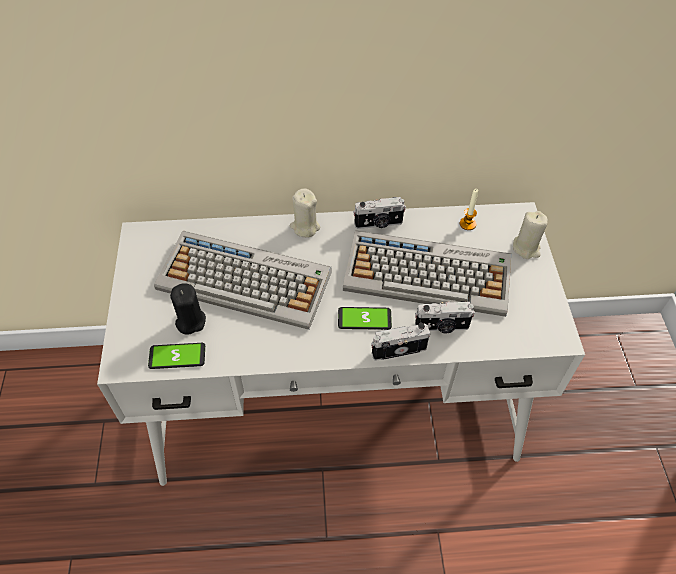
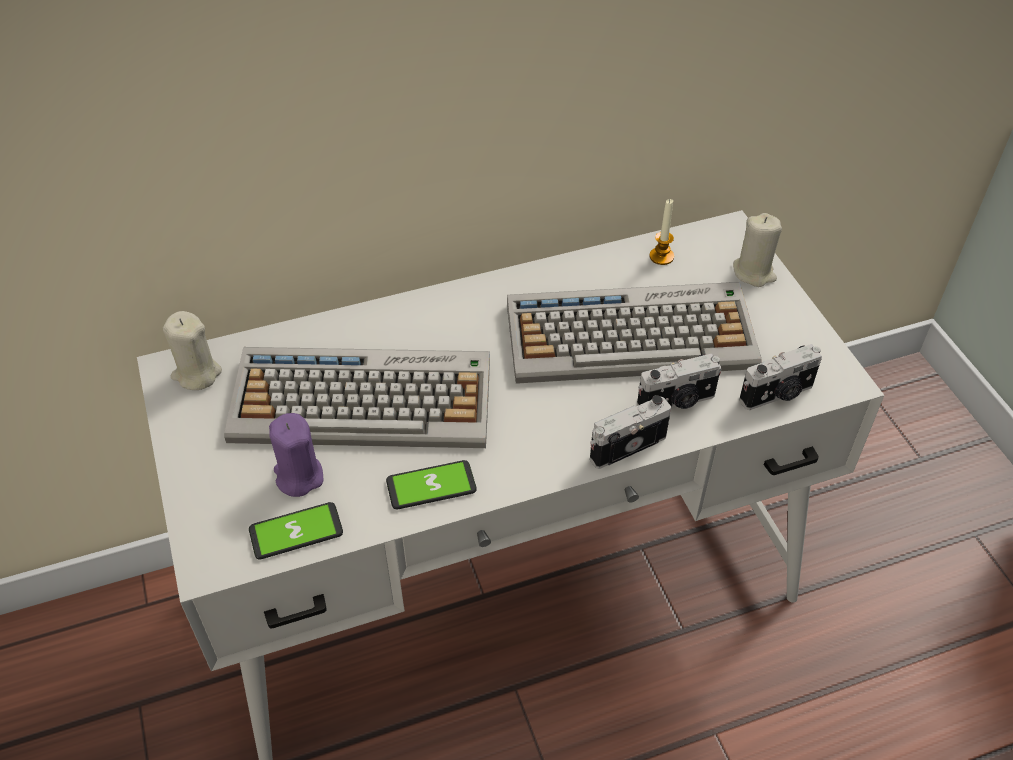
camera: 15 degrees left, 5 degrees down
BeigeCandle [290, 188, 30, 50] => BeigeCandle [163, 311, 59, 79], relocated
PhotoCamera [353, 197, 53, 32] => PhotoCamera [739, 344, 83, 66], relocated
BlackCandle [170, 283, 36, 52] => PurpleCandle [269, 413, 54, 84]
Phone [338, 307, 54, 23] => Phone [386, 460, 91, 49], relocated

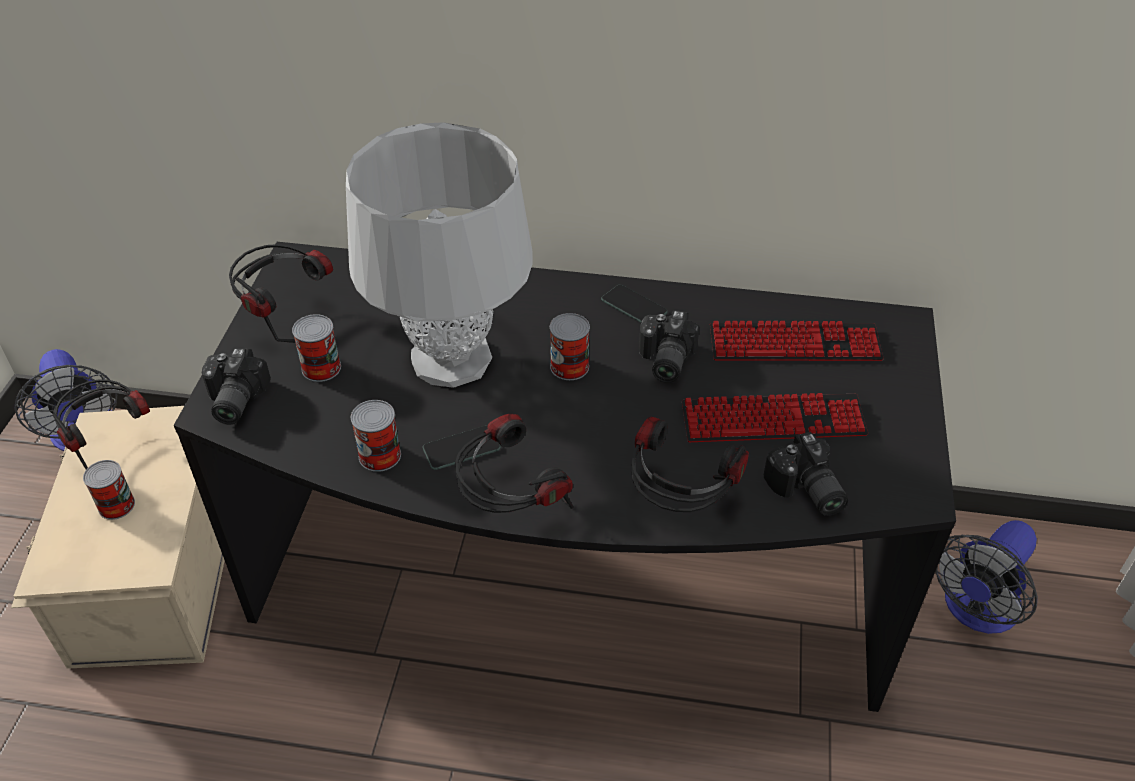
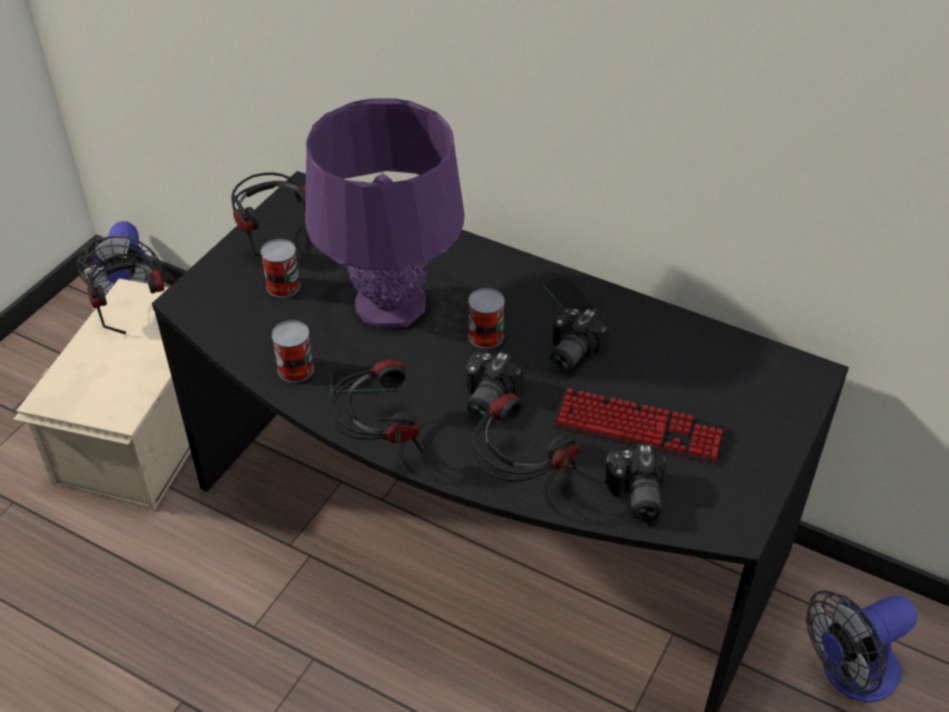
camera: 20 degrees right, 0 degrees up
GreyTableLamp [346, 122, 187, 266] => PurpleTableLamp [305, 98, 160, 231]
Keyboard [710, 321, 174, 40] => nothing
PhotoCamera [202, 348, 69, 76] => PhotoCamera [466, 352, 58, 68], relocated
Can [83, 460, 52, 60] => nothing

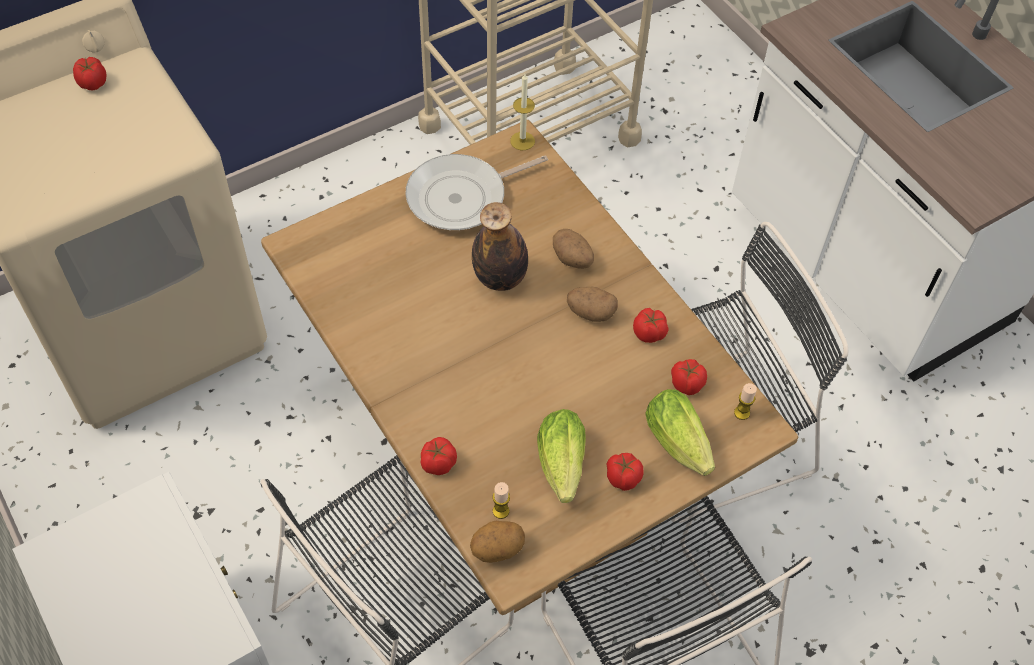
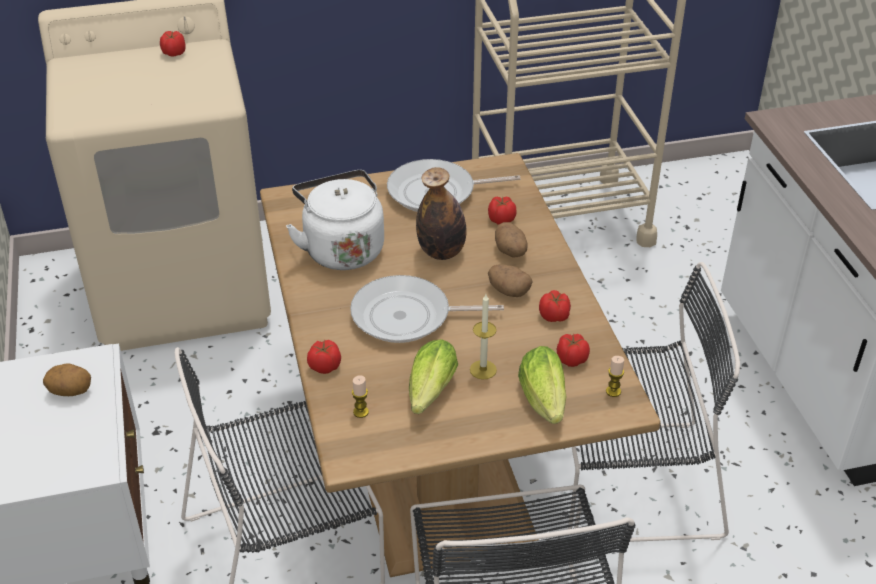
camera: 20 degrees right, 15 degrees down
Candle [510, 74, 25, 76] => Candle [470, 294, 27, 86], relocated
Tomato [607, 453, 37, 38] => Tomato [488, 197, 29, 28], relocated
Potato [470, 521, 55, 42] => Potato [43, 364, 48, 32], relocated
nothing => WhiteKettle [286, 170, 98, 100]
nothing => FryingPan [350, 275, 154, 68]

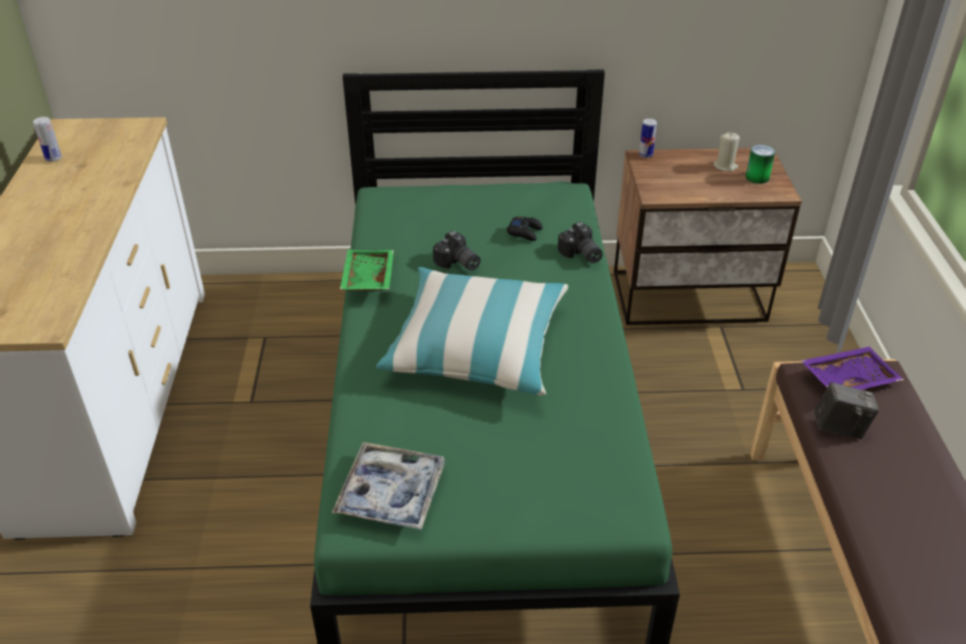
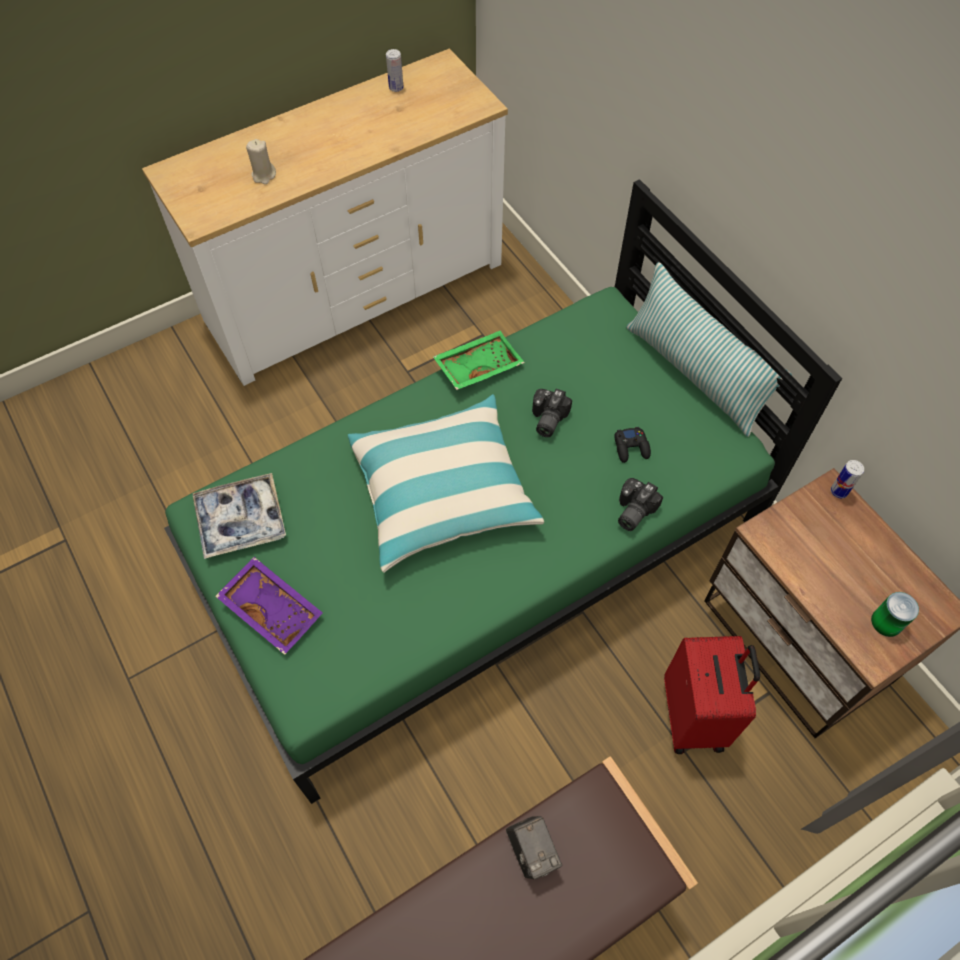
camera: 60 degrees right, 20 degrees up
BeigeCandle [713, 132, 27, 40] => BeigeCandle [246, 139, 30, 45], relocated
PurpleTray [801, 346, 103, 44] => PurpleTray [215, 557, 108, 98], relocated
nothing => Pillow [626, 262, 166, 175]
nothing => RedSuitcase [664, 636, 96, 118]

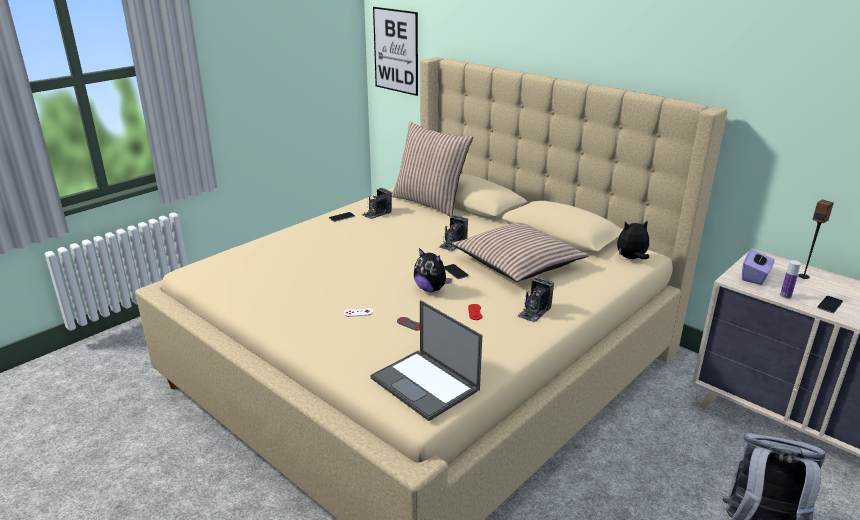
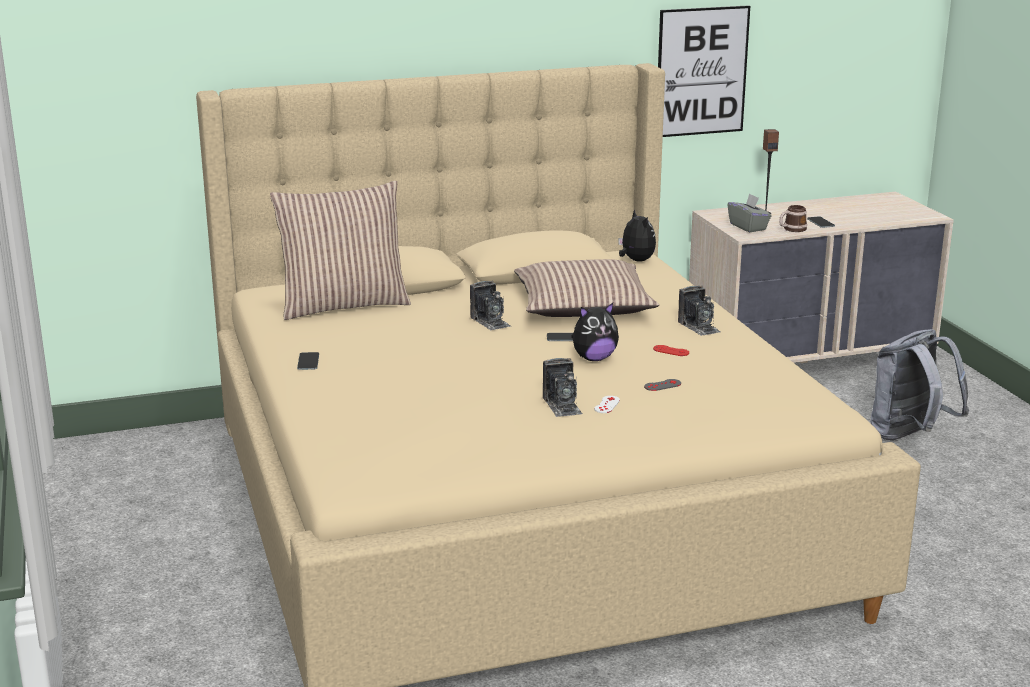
camera: 60 degrees left, 5 degrees down
Picture [373, 7, 45, 89] => Picture [658, 5, 92, 132], relocated
PhotoCamera [362, 188, 30, 31] => PhotoCamera [543, 358, 39, 59], relocated
PlushToy [617, 220, 32, 39] => PlushToy [618, 209, 38, 53], 135 degrees clockwise
PurpleTissueBox [742, 249, 32, 36] => GreyTissueBox [727, 193, 44, 39]
Bottle [780, 260, 21, 39] => Mug [779, 205, 28, 27]
Laptop [371, 300, 111, 121] => nothing

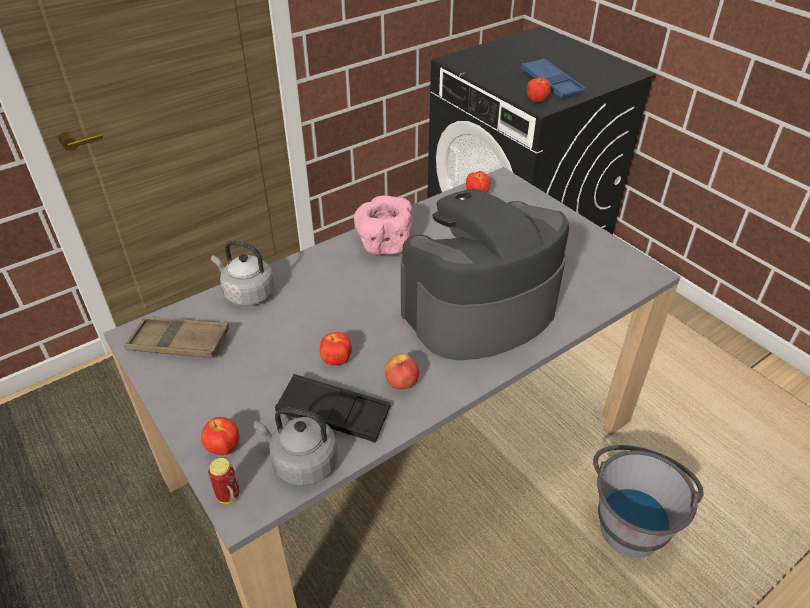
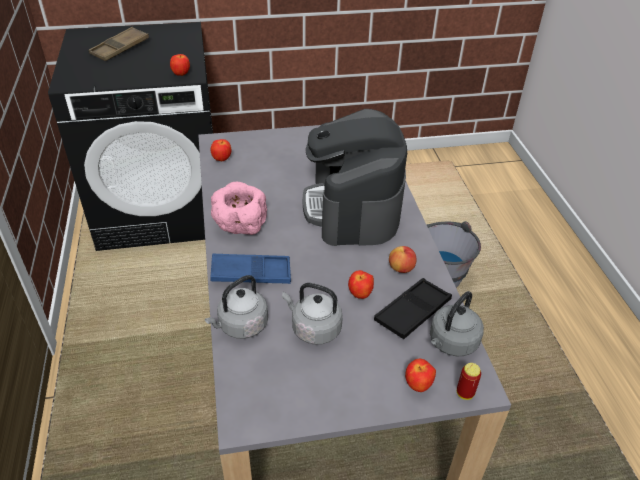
camera: 65 degrees left, 0 degrees up
BlueTray [521, 58, 65, 41] => BlueTray [210, 253, 81, 31], relocated
BrownTray [124, 317, 105, 41] => BrownTray [89, 27, 60, 34], relocated
nothing => GreyKettle [282, 283, 61, 62]

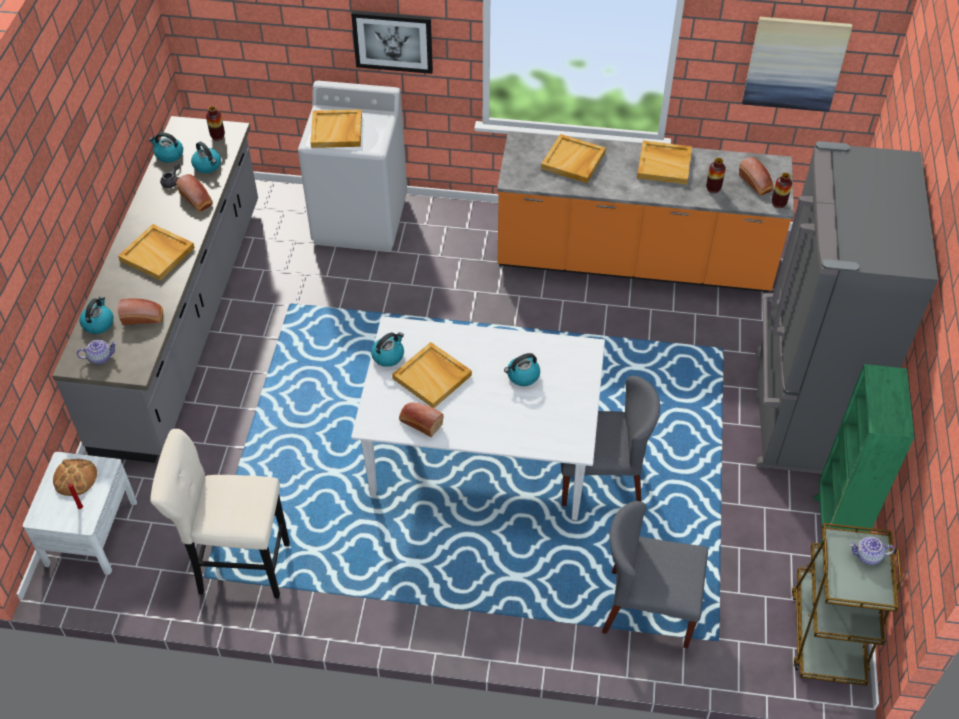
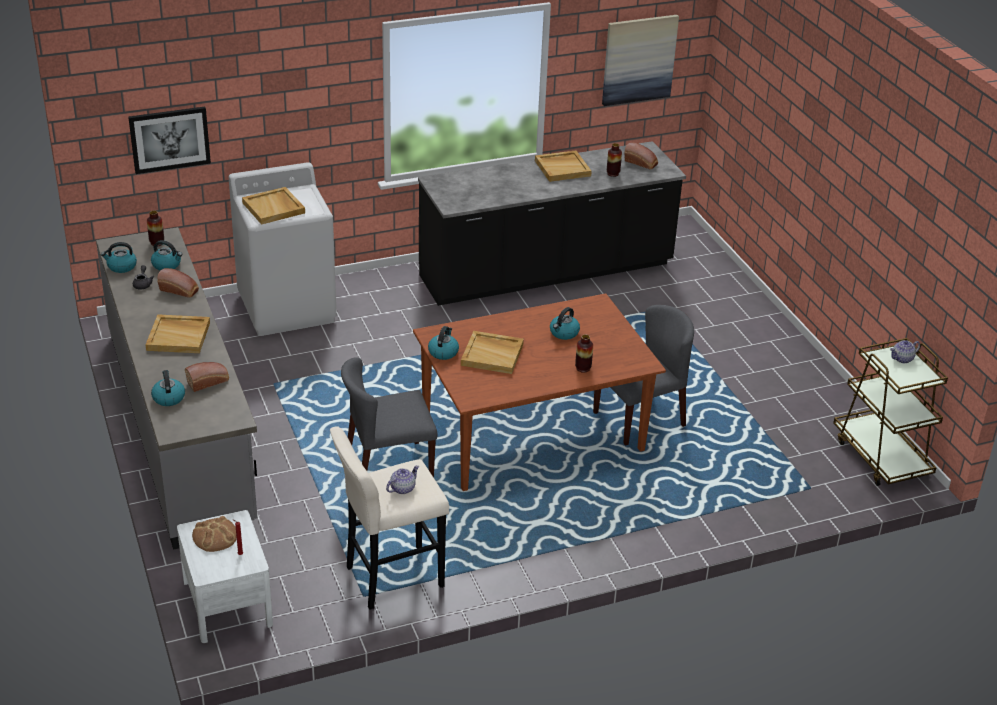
camera: 30 degrees left, 15 degrees down
Picture [351, 11, 82, 63] => Picture [128, 106, 83, 68], relocated
OrangeCounter [497, 131, 297, 161] => BlackCounter [418, 141, 268, 165]
BeigeTray [541, 134, 65, 49] => nothing
GreyFridge [755, 141, 183, 333] => nothing
Vase [772, 173, 20, 35] => Vase [575, 334, 18, 39], relocated
WhiteDiningTable [351, 316, 254, 204] => BrownDiningTable [413, 294, 253, 197]
Teapot [77, 340, 40, 24] => Teapot [386, 465, 33, 29], relocated
GreenBookcase [813, 364, 101, 183] => nothing
Bread [399, 402, 45, 35] => nothing
GreyChair [602, 501, 106, 147] => GreyChair [341, 357, 96, 121], relocated

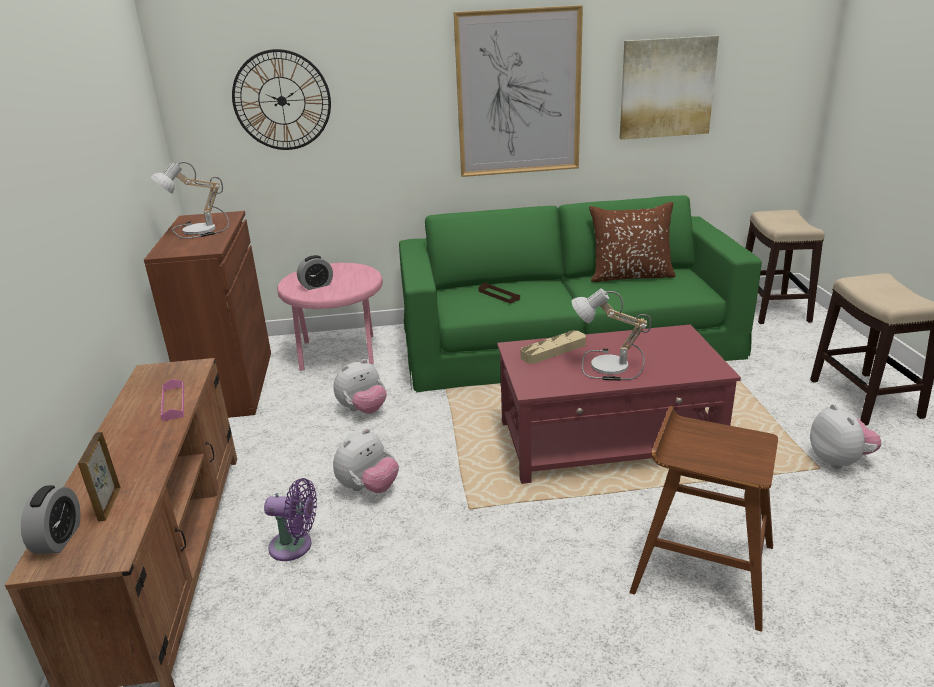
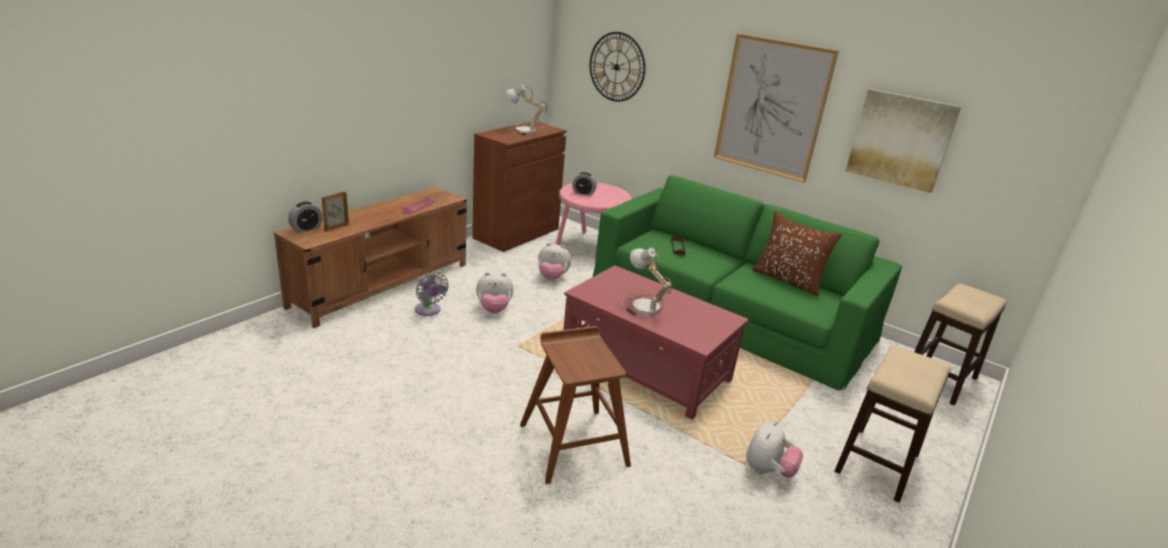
camera: 40 degrees right, 0 degrees up
BeigeTray [521, 330, 65, 34] => nothing
PurpleFan [264, 478, 53, 83] => GreyFan [415, 272, 34, 44]

